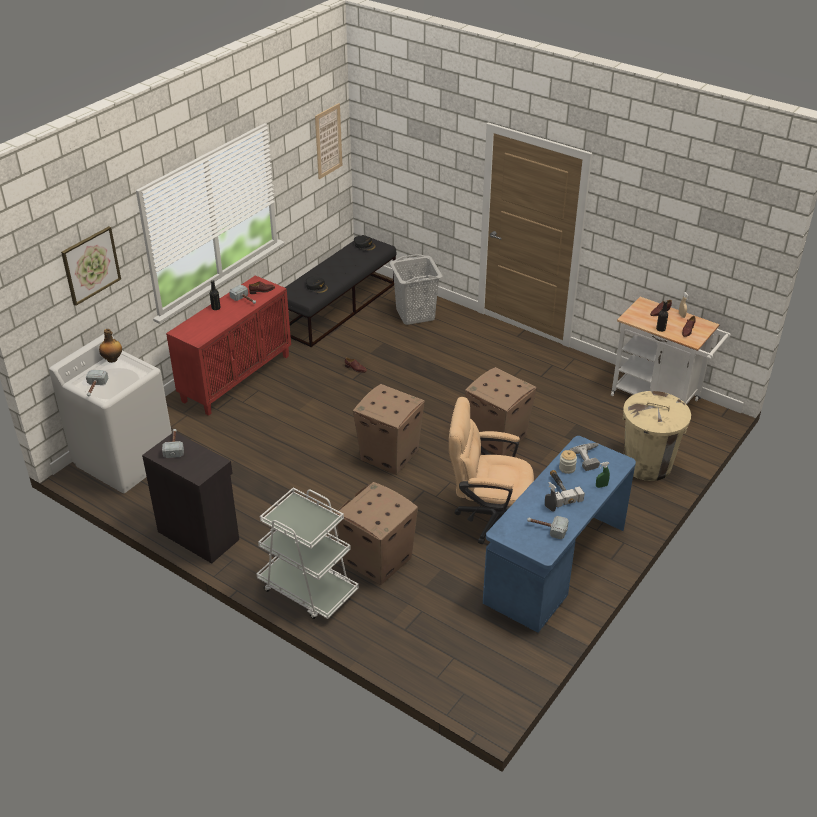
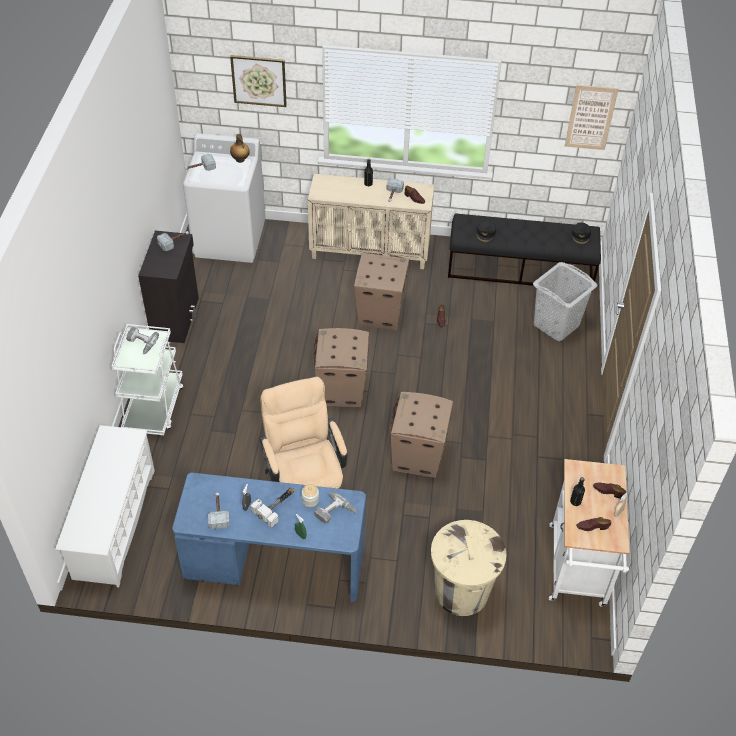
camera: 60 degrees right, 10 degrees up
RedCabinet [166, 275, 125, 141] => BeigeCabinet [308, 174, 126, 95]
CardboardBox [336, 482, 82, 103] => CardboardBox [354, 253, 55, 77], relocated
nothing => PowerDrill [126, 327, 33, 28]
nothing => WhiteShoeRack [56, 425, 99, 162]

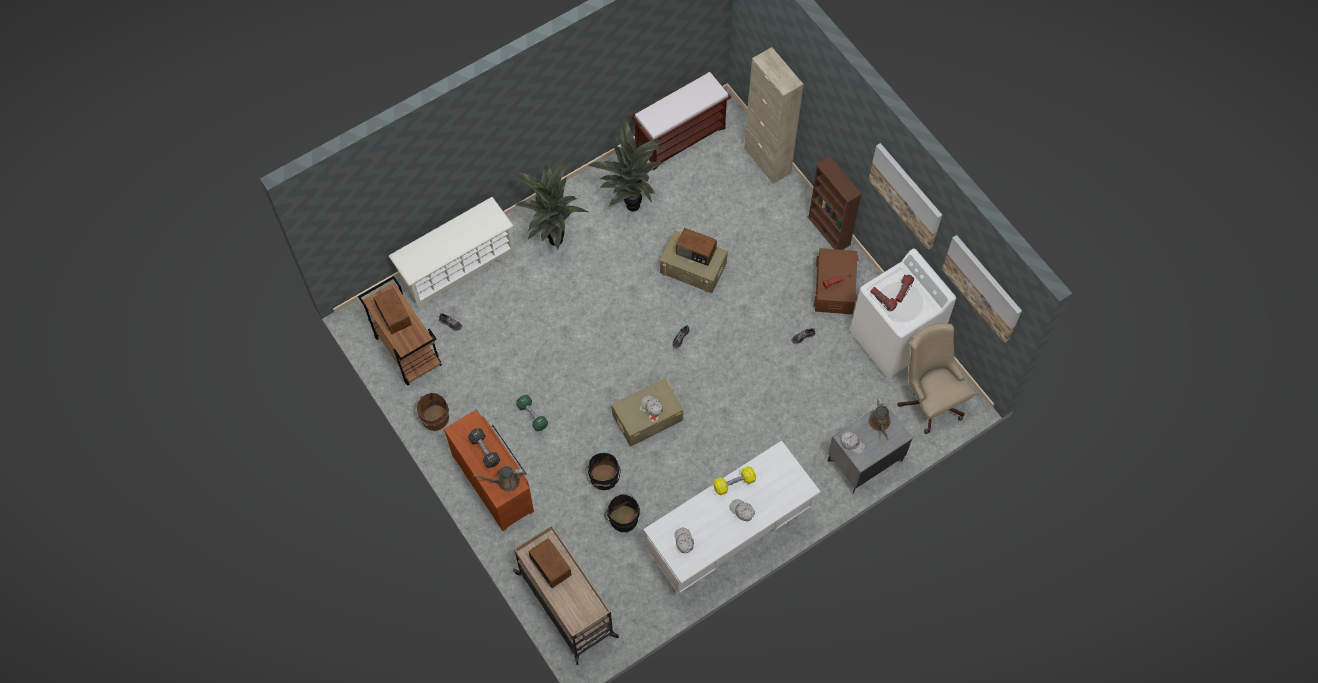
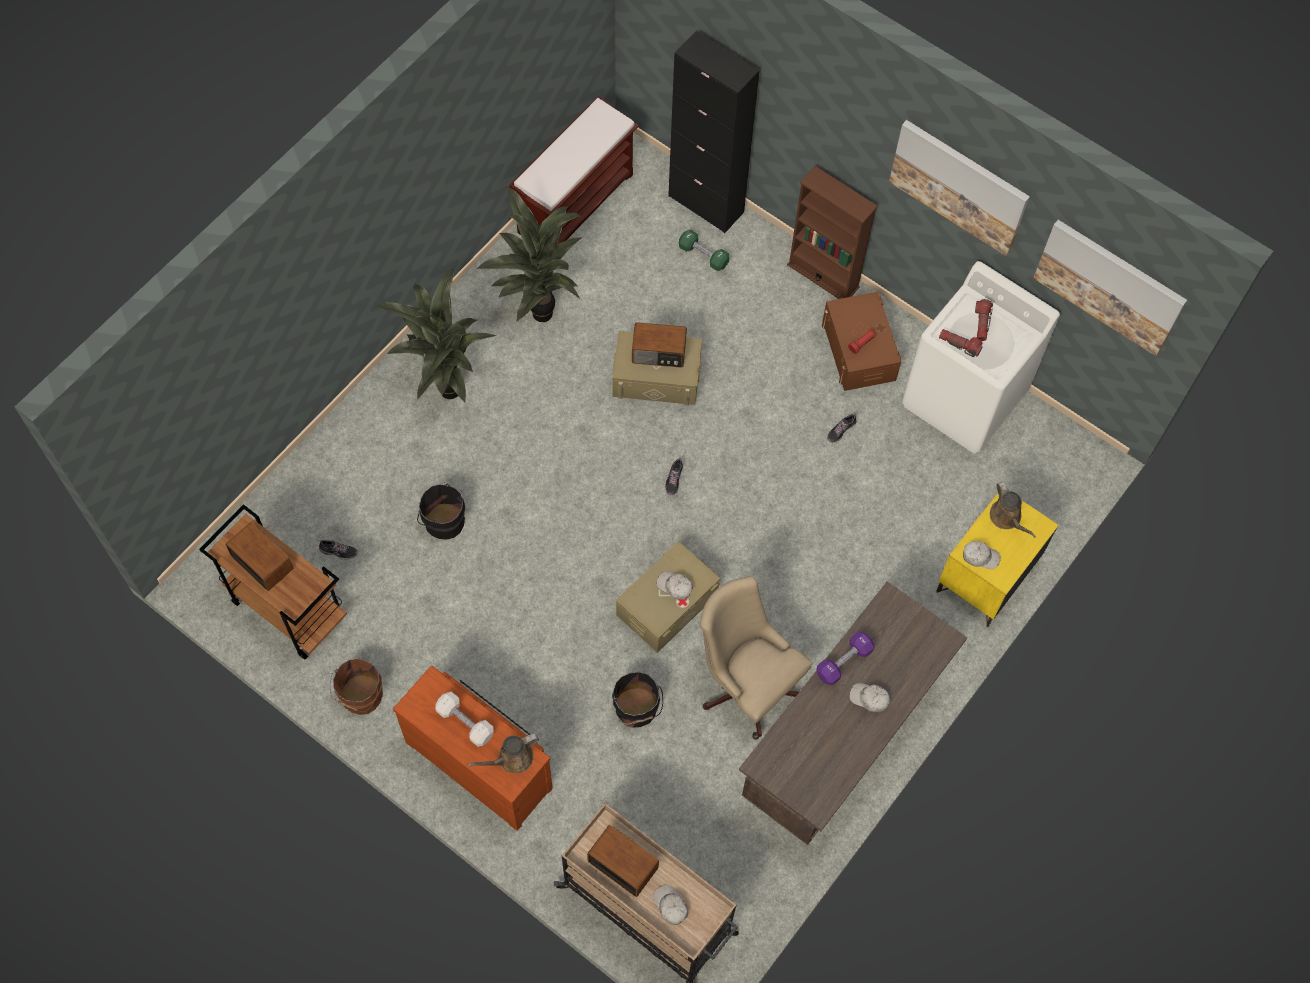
camera: 20 degrees left, 0 degrees up
BeigeCabinet [744, 47, 60, 137] => BlackCabinet [668, 31, 92, 202]
WhiteShoeRack [389, 197, 126, 112] => nothing
BeigeOfficeChair [897, 323, 78, 111] => BeigeOfficeChair [699, 576, 113, 164], relocated
GreenDumbbell [516, 395, 32, 36] => GreenDumbbell [679, 230, 50, 41], relocated
GreyNightstand [828, 403, 85, 91] => YellowNightstand [936, 492, 123, 135]
BlackDumbbell [468, 429, 32, 39] => WhiteDumbbell [435, 692, 59, 55]
WhiteDesk [643, 441, 178, 153] => BrownDesk [739, 581, 228, 264]
YellowDumbbell [713, 466, 43, 29] => PurpleDumbbell [817, 631, 57, 55]
BlackBucket [604, 493, 36, 39] => BlackBucket [417, 482, 48, 58], relocated
WhiteCap [675, 528, 19, 25] => WhiteCap [653, 885, 35, 40], relocated

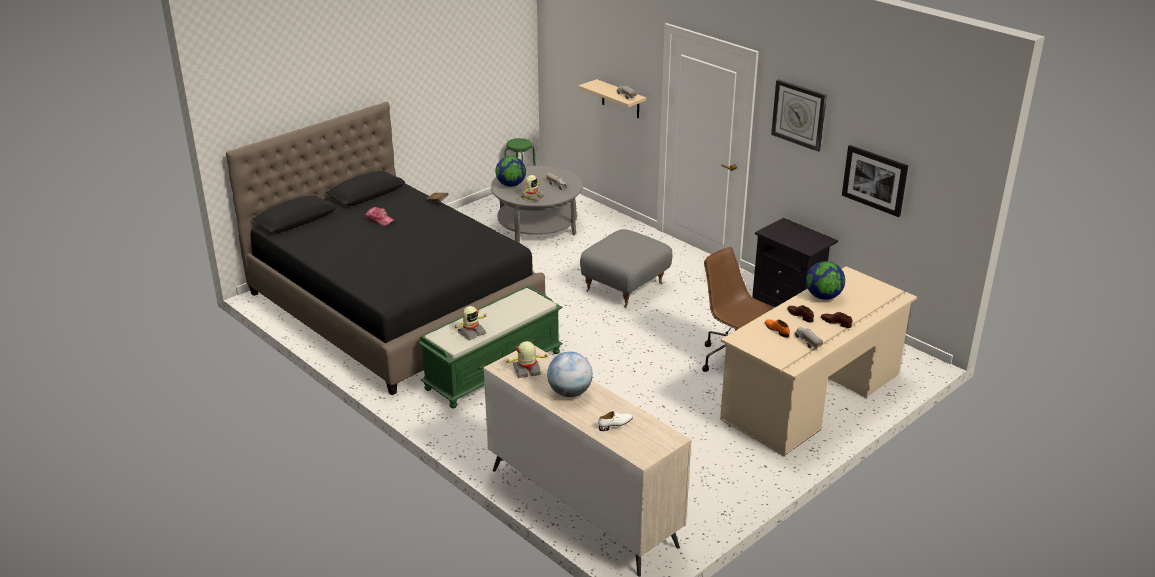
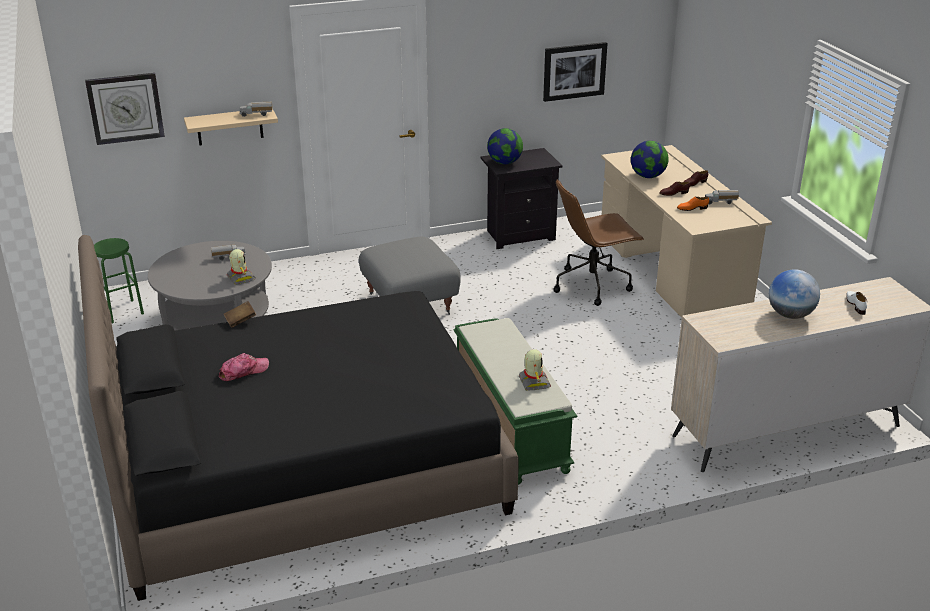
camera: 65 degrees left, 0 degrees up
WallClock [771, 79, 56, 73] => WallClock [85, 73, 80, 72], relocated
Globe [496, 156, 30, 31] => Globe [487, 128, 36, 36], relocated
ToyRobot [506, 341, 44, 37] => nothing

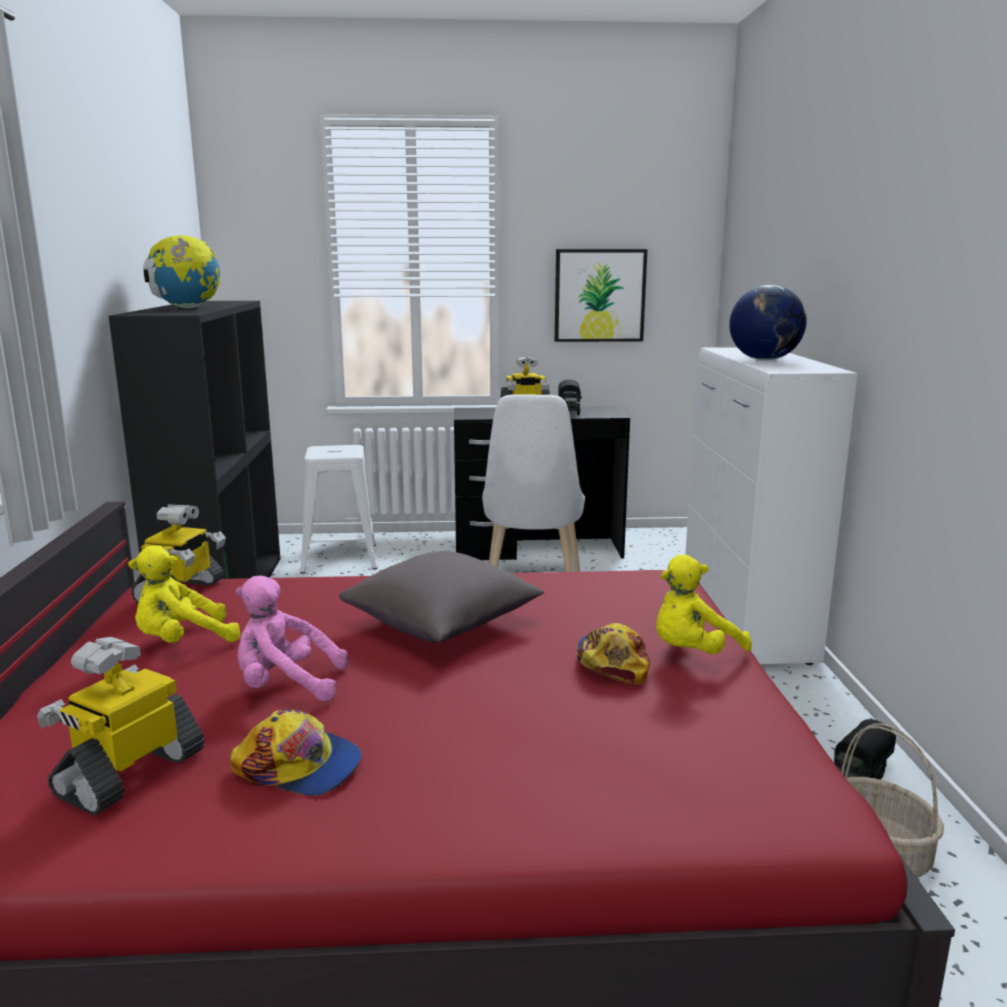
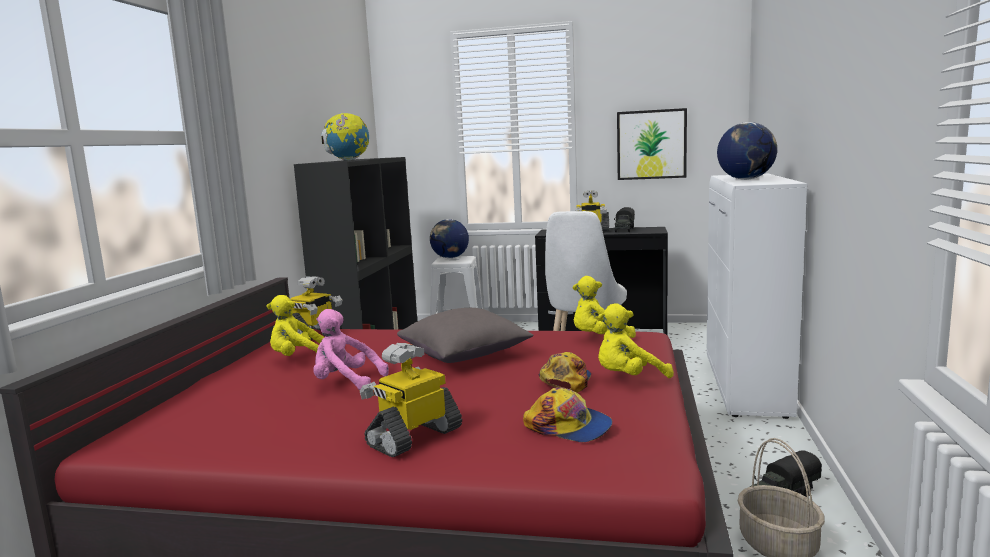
camera: 15 degrees right, 5 degrees down
ToyRobot [37, 637, 168, 178] => ToyRobot [360, 343, 102, 114], relocated
Cap [230, 709, 131, 87] => Cap [523, 387, 89, 55], relocated
nothing => Globe [430, 219, 39, 39]
nothing => YellowPlushToy [573, 276, 63, 62]

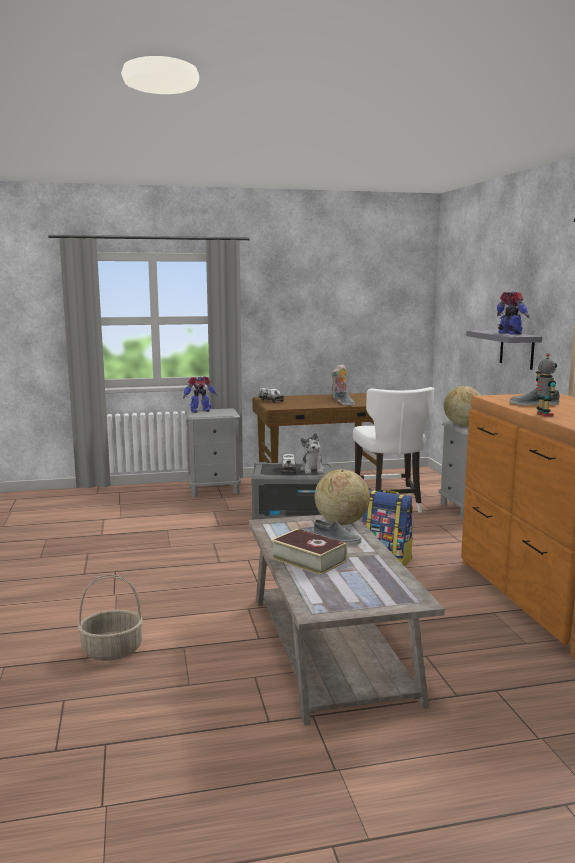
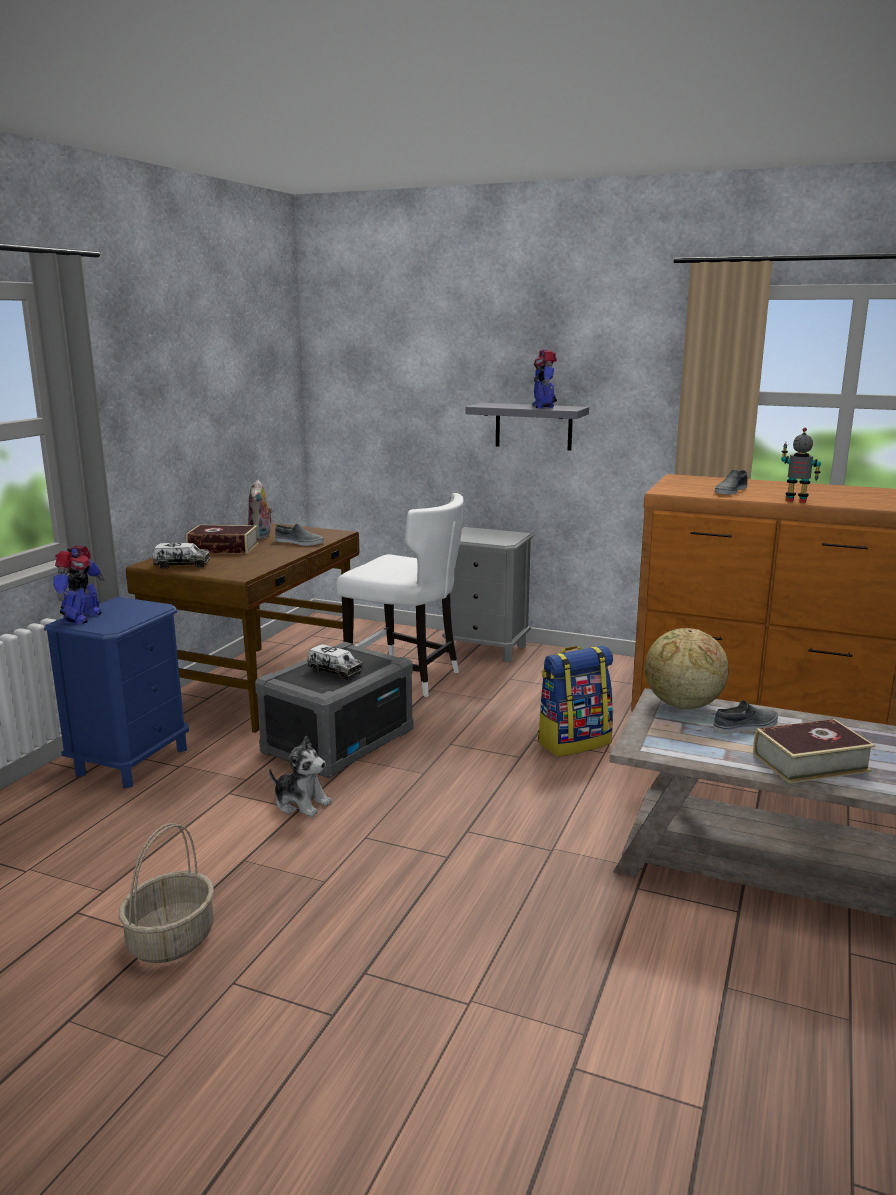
camera: 55 degrees left, 5 degrees up
ToyRobot [497, 292, 32, 43] => ToyRobot [532, 350, 25, 58], 105 degrees counterclockwise
Globe [444, 386, 37, 39] => nothing
GreyNightstand [185, 408, 56, 89] => BlueNightstand [44, 597, 145, 191]
PlushToy [300, 433, 24, 41] => PlushToy [269, 736, 63, 81], relocated
Basket [78, 574, 65, 87] => Basket [119, 823, 95, 140], relocated
nothing => Book [186, 525, 73, 29]

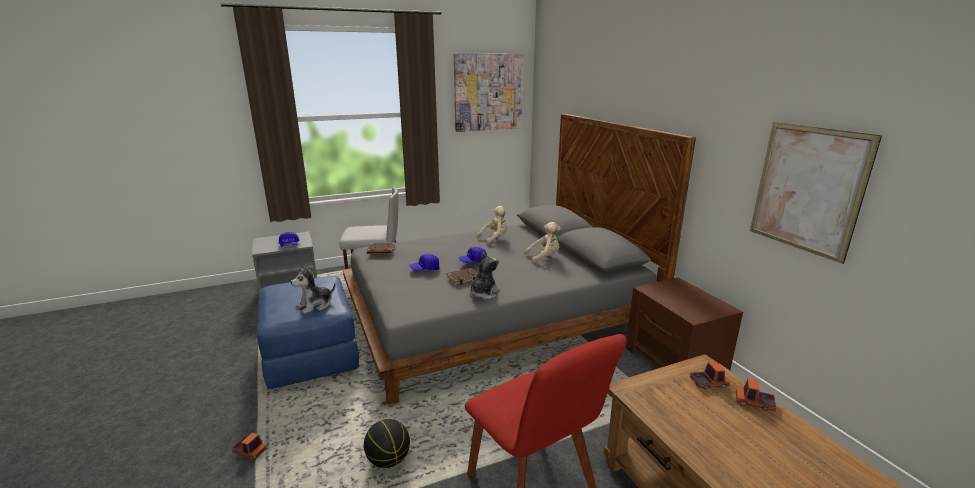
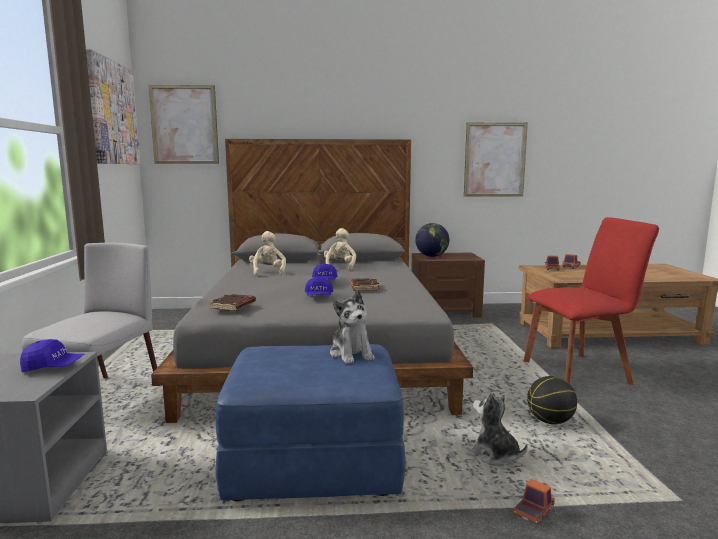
camera: 70 degrees left, 10 degrees down
PlushToy [470, 252, 29, 48] => PlushToy [468, 393, 59, 73], relocated
nothing => Picture [148, 85, 71, 79]
nothing => Globe [415, 223, 34, 34]

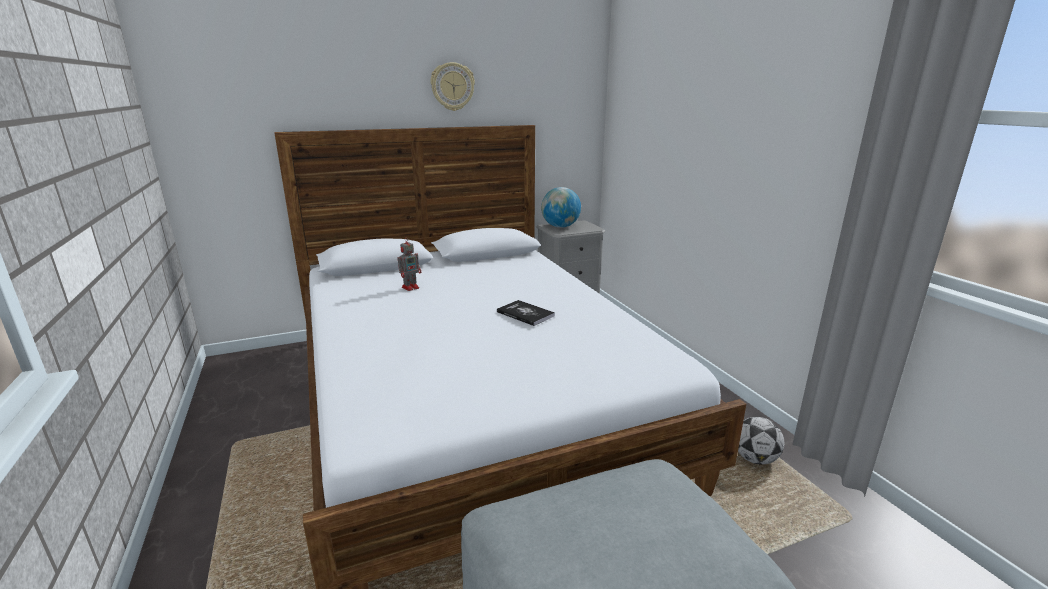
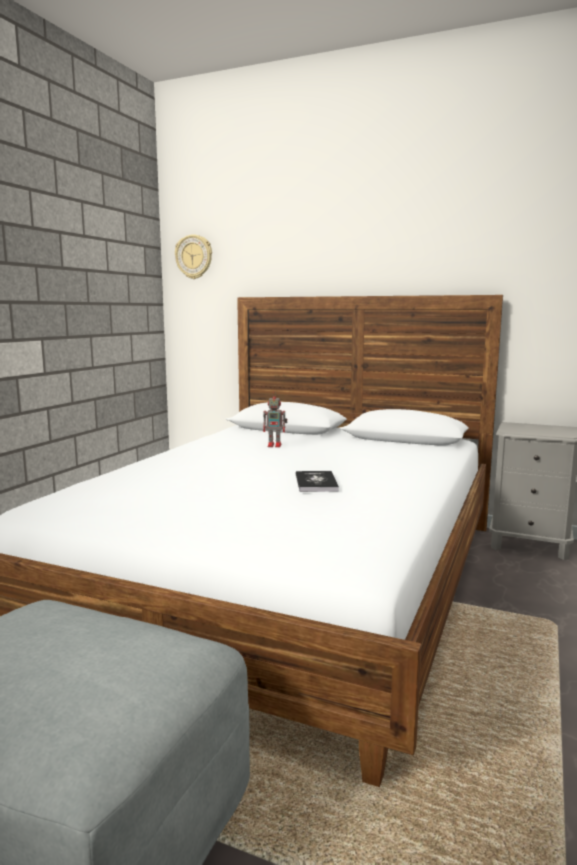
camera: 45 degrees right, 10 degrees down
WallClock [431, 62, 44, 49] => WallClock [175, 234, 37, 45], relocated
Globe [541, 187, 40, 41] => nothing
Football [738, 417, 46, 48] => nothing

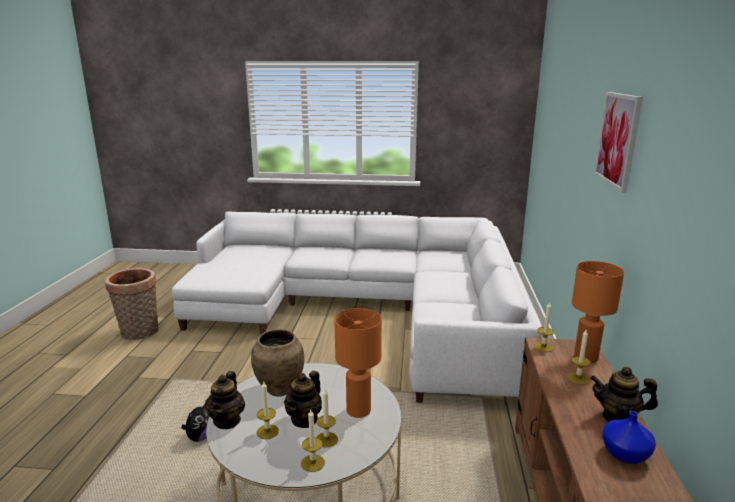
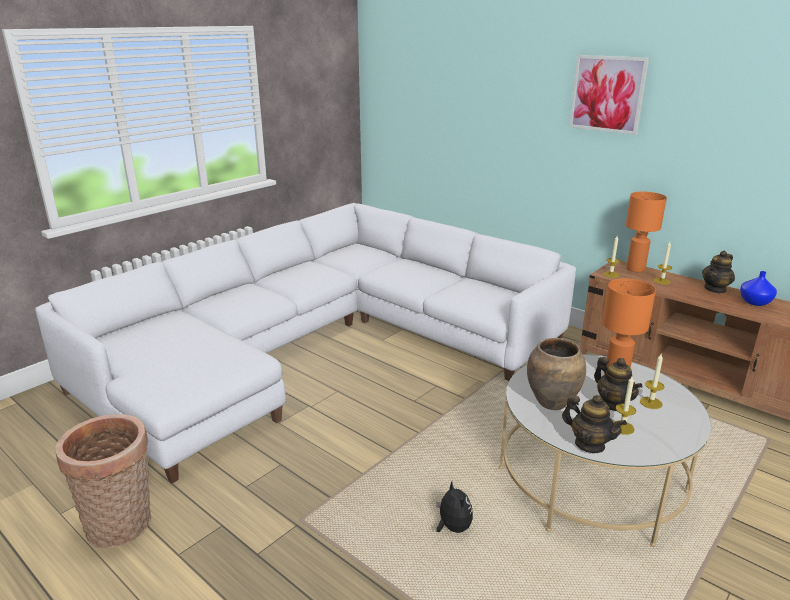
camera: 55 degrees left, 5 degrees up
Candle [301, 410, 24, 62] => nothing

